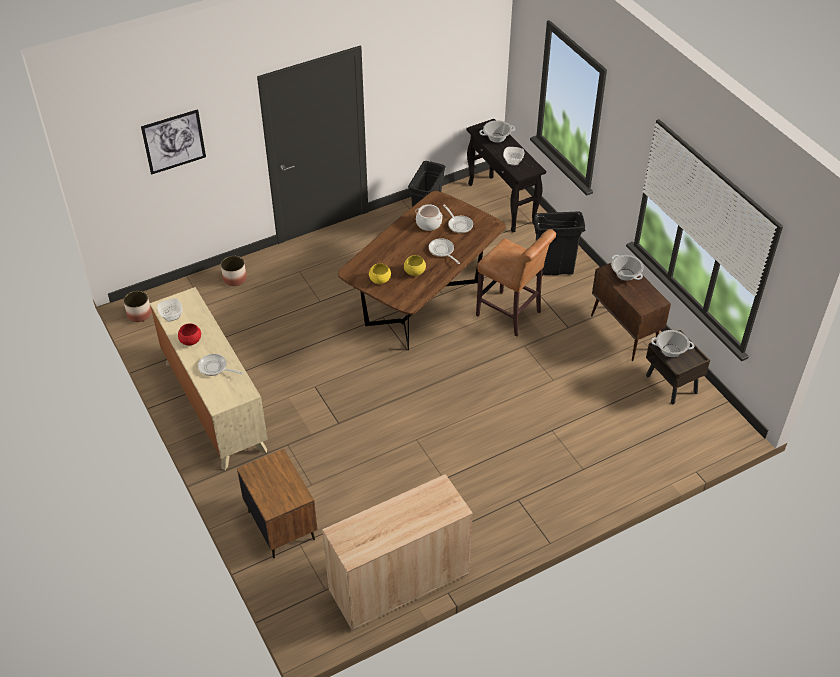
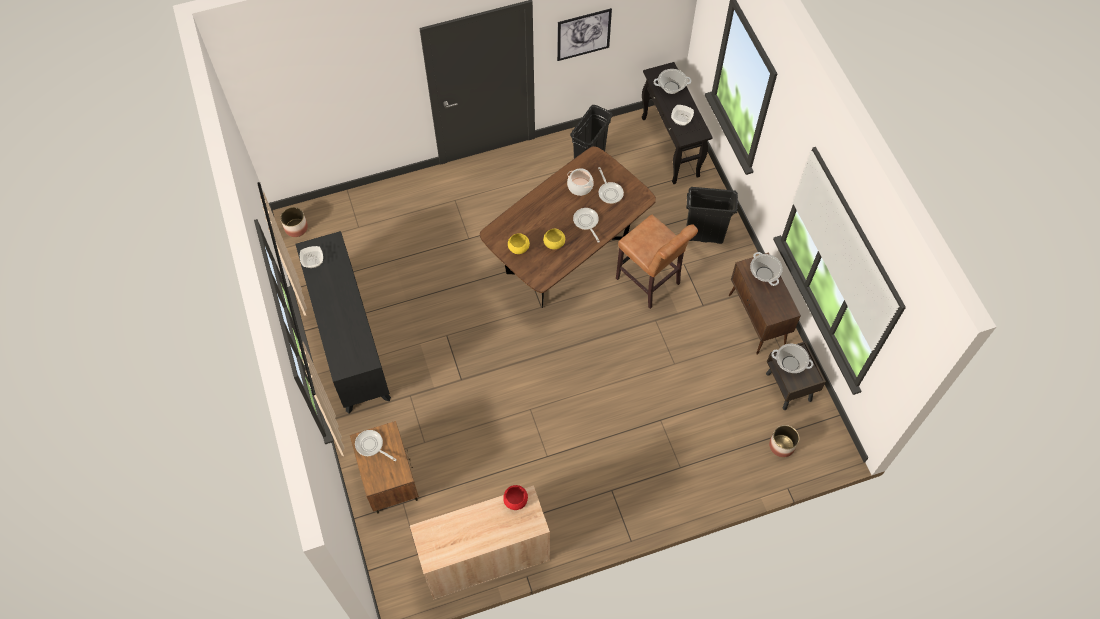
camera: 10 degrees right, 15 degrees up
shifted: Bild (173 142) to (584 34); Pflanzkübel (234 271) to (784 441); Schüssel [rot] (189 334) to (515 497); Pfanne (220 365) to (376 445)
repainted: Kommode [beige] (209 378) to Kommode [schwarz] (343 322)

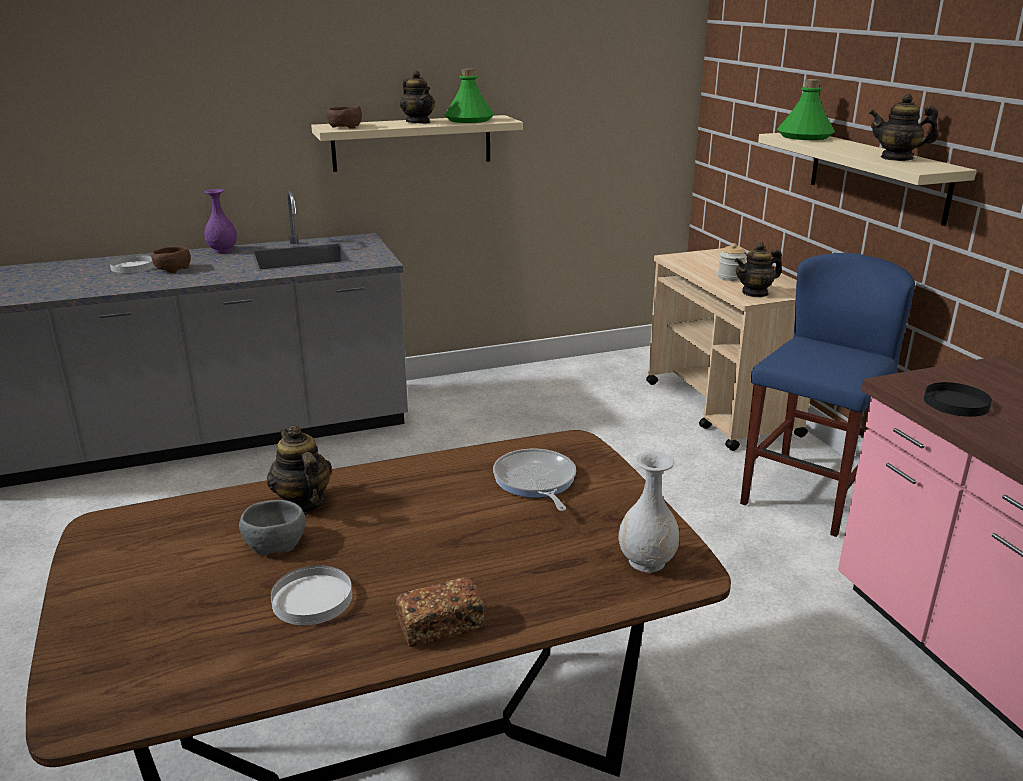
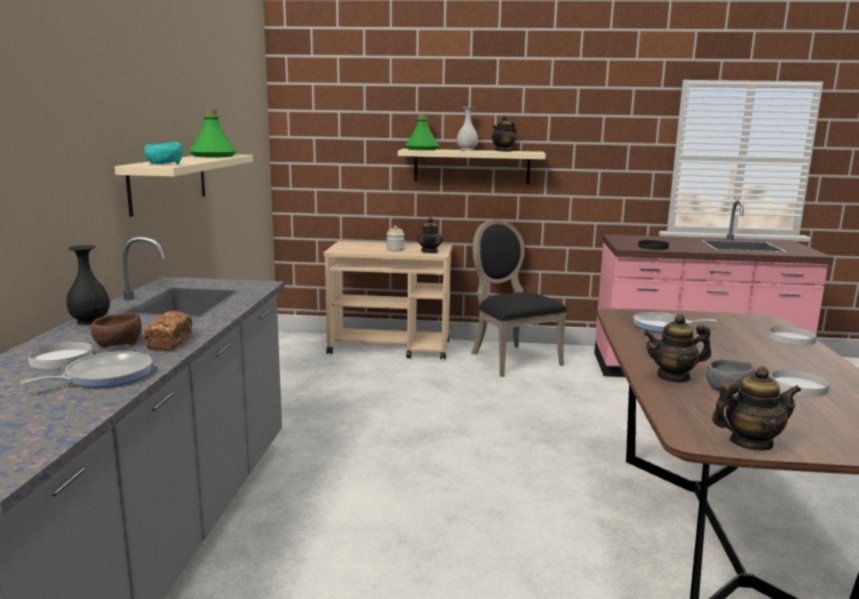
camera: 65 degrees left, 10 degrees down
new: Teller [weiß] (793 336); Pfanne (86 369)
shifted: Teekanne (417 97) to (756 408); Vase [weiß] (649 512) to (467 129); Brot (440 612) to (168 330)
swapped: Hocker [blau] (827 395) to Stuhl [schwarz] (519 298)
repainted: Schüssel [braun] (344 117) to Schüssel [türkis] (163 153); Vase [lila] (220 221) to Vase [schwarz] (88 285)

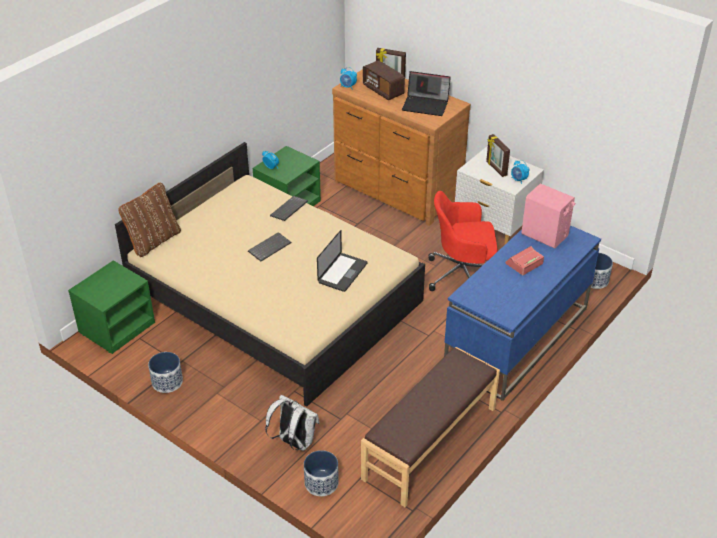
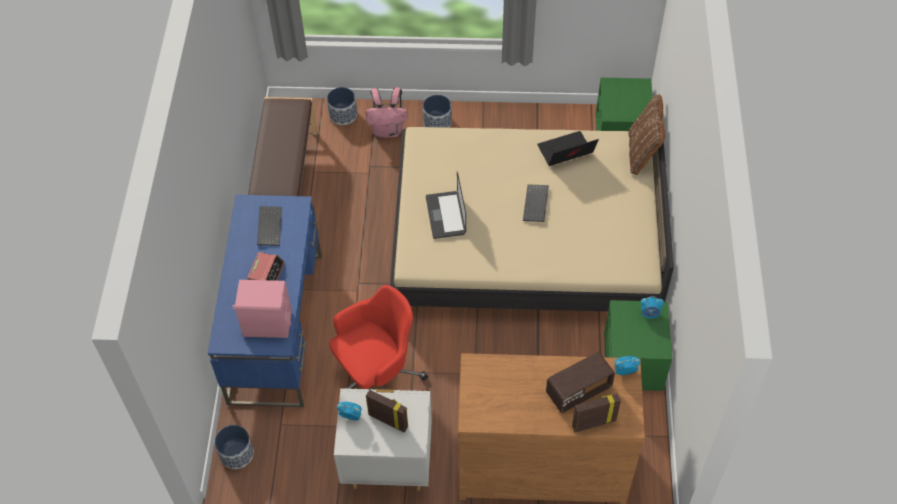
camera: 145 degrees right, 15 degrees up
shifted: Laptop (426 93) to (568 148); Tastatur (289 208) to (269 226); Pflanzkübel (165 372) to (437 111)
repainted: Rucksack [weiß] (292 423) to Rucksack [rosa] (386 112)
rotated: Radio (384 80) = (580 382) 135 degrees clockwise

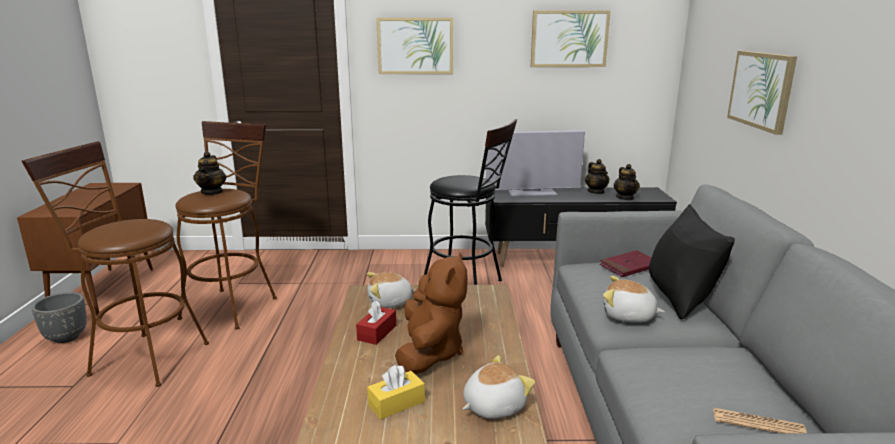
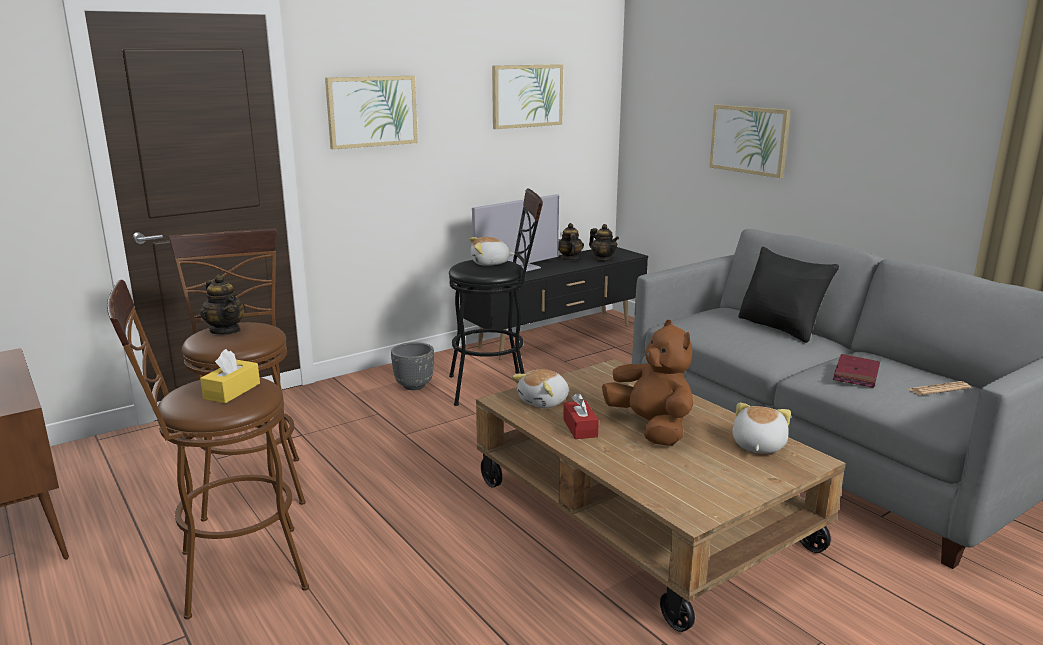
camera: 35 degrees left, 0 degrees up
shifted: Buch [rot] (625 263) to (856 371); Plüschtier (634 299) to (492 251); Pflanzkübel [grau] (59 317) to (412 366); Taschentuchbox [gelb] (396 392) to (230 376)
rotated: Teekanne (597 176) = (571 242) 135 degrees counterclockwise

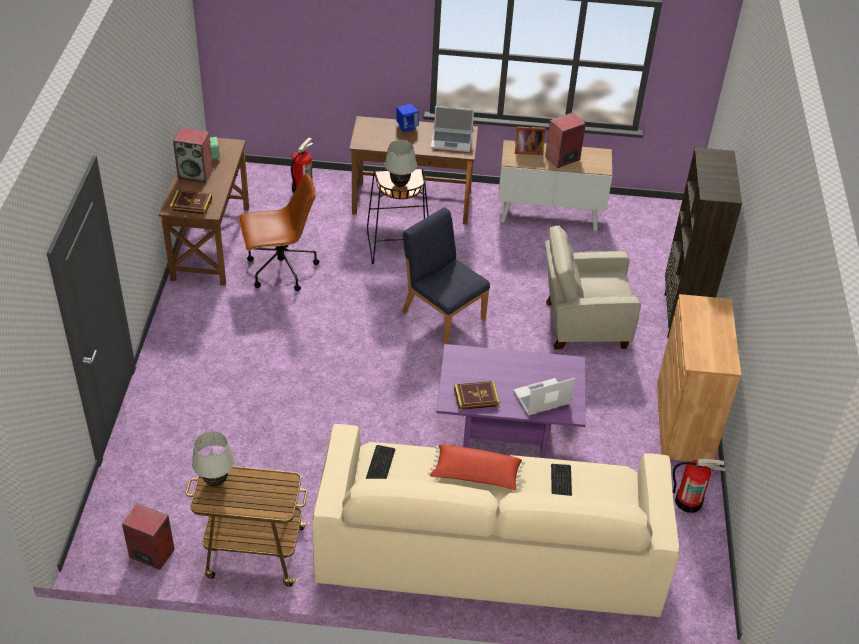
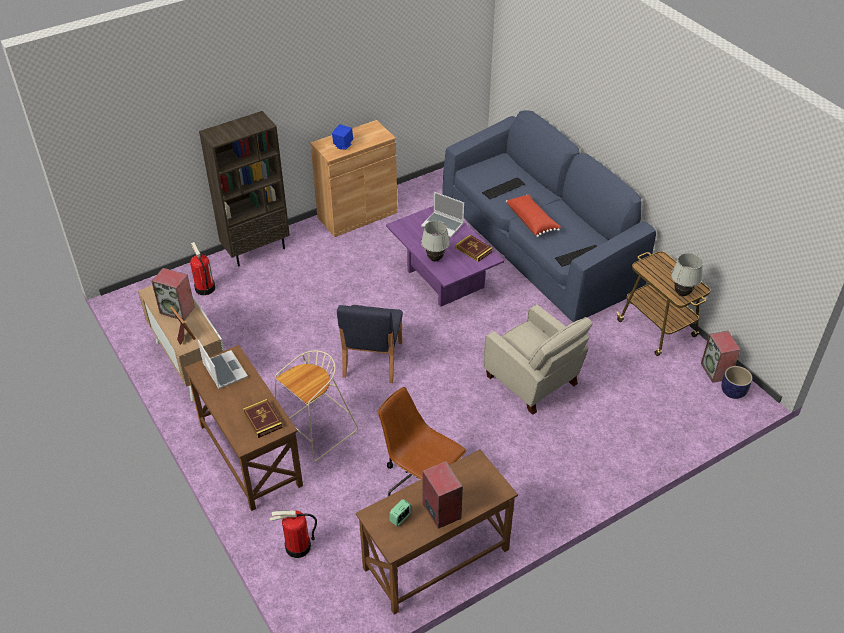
camera: 125 degrees left, 0 degrees up
new: Pflanzkübel (737 382)
shifted: Lautsprecher [blau] (407 118) to (342 137); Tischlampe [weiß] (400 163) to (435 241); Buch (191 202) to (263 418); Sessel [beige] (593 287) to (538 359); Feuerlöscher (699 486) to (202 268)
repainted: Hocker [schwarz] (398 216) to Hocker [beige] (316 405); Sofa [beige] (495 520) to Sofa [blau] (549 216)

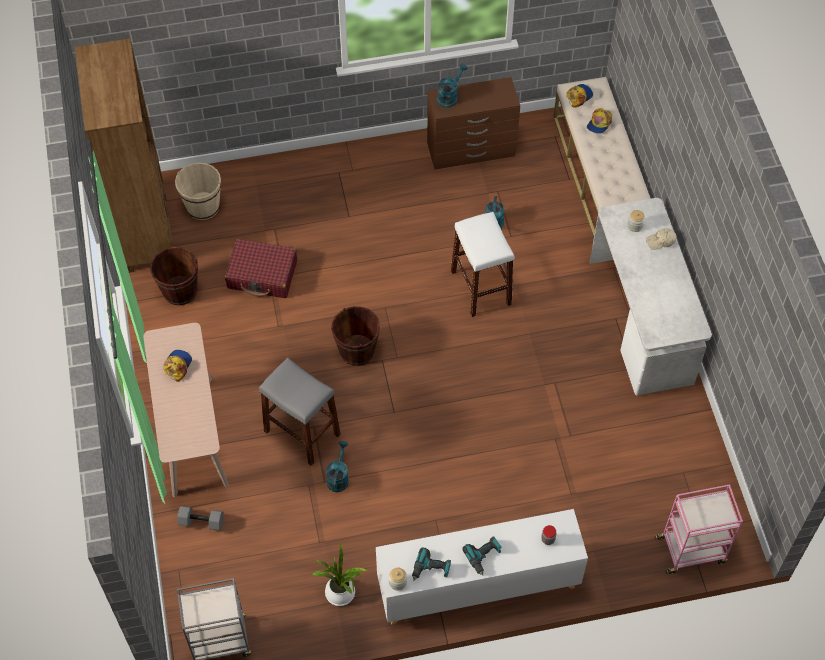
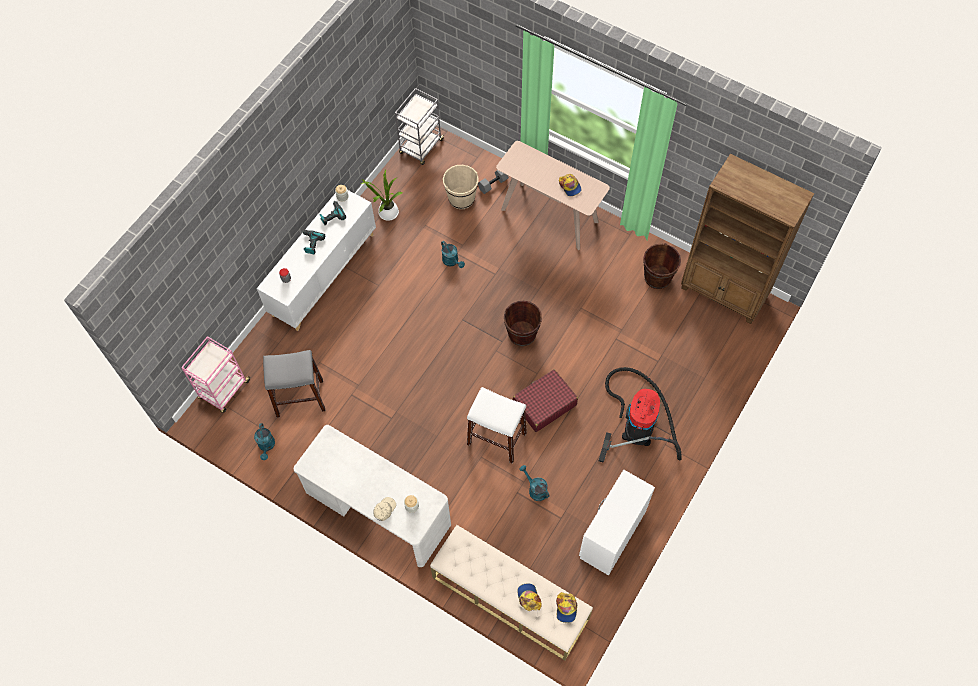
camera: 135 degrees right, 5 degrees up
new: Staubsauger (640 415)
shifted: Gießkanne [türkis] (452 86) to (264 441); Eimer [beige] (198 191) to (461 187); Koffer [rot] (261 268) to (545 400); Hocker [grau] (300 412) to (294 383)
repainted: Kommode [braun] (473 123) to Kommode [weiß] (617 522)

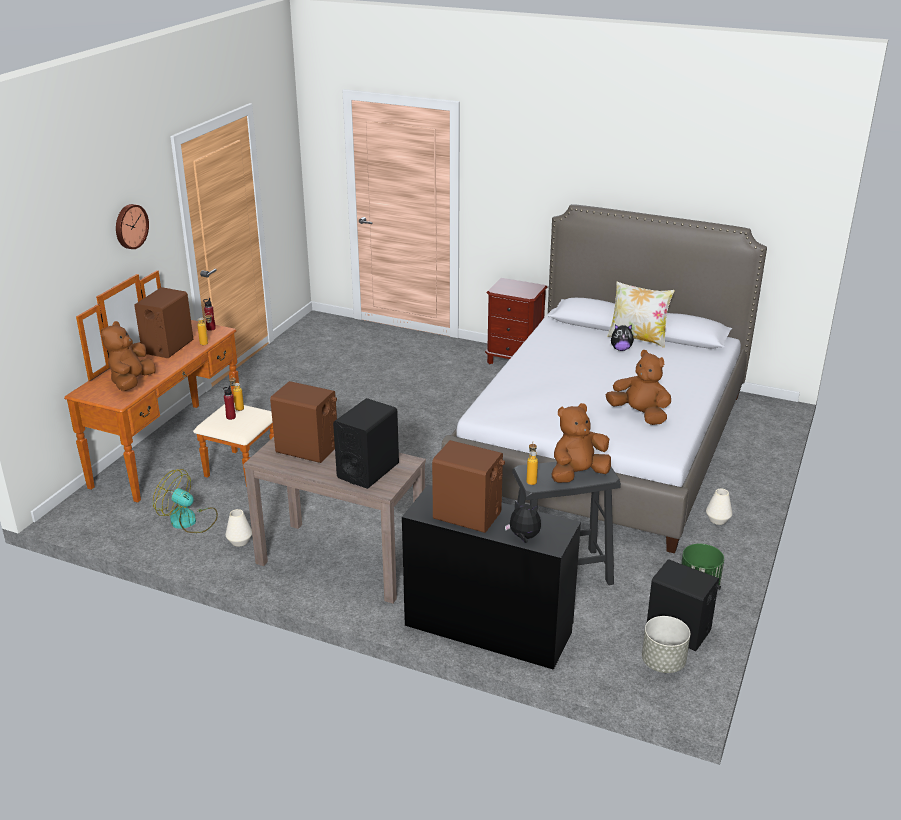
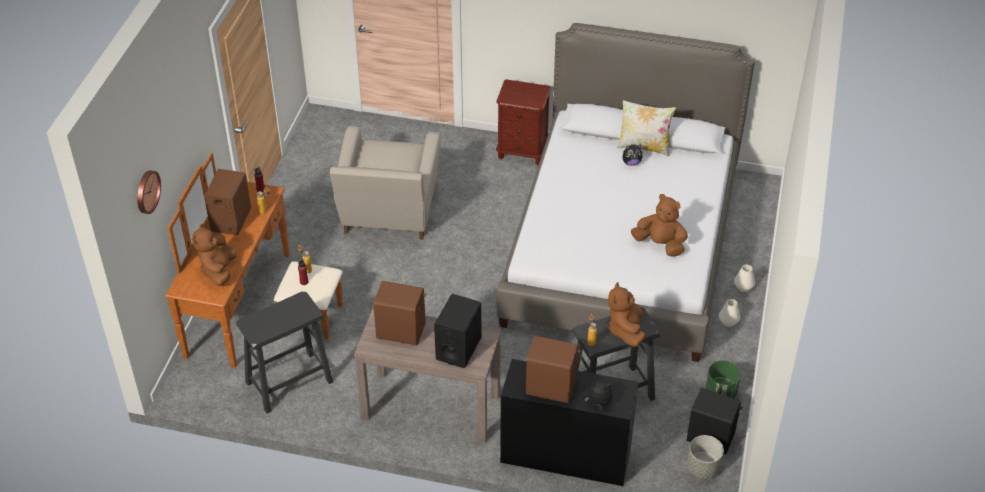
camera: 10 degrees left, 15 degrees up
new: Sessel [beige] (385 182)
shifted: Wanduhr (132 226) to (149 192); Vase [weiß] (238 528) to (744 278)
swapped: Ventilator (185 501) to Hocker [schwarz] (284 352)
rotated: Plüschtier [braun] (581 443) = (626 314) 45 degrees counterclockwise

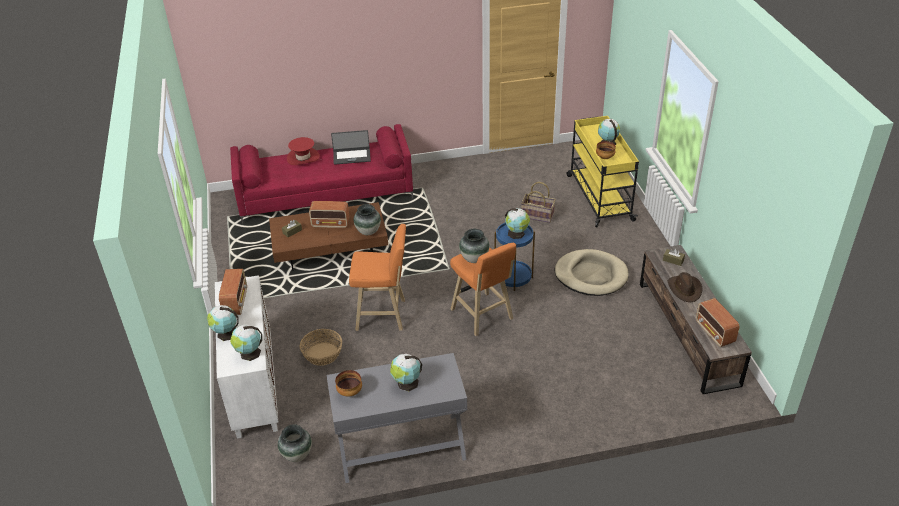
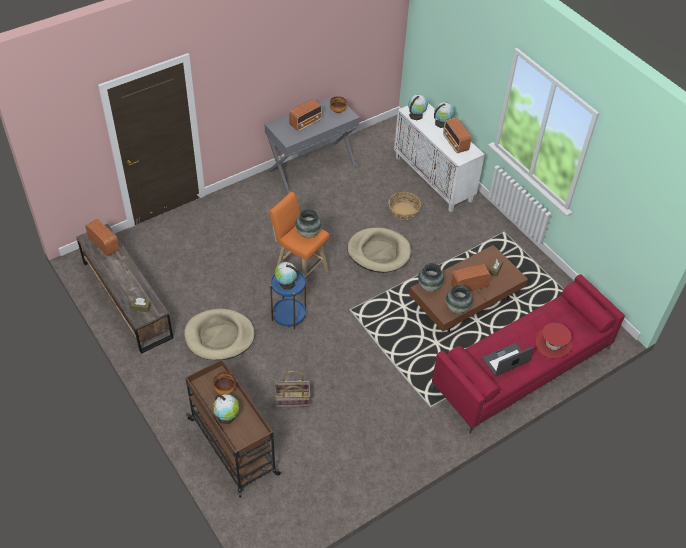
camera: 155 degrees right, 10 degrees up
gone: Hut [braun] (685 287)
shifted: Vase (295 443) to (459 299)
swapped: Hocker [orange] (377 277) to Hundebett [beige] (379 250); Globus (406 372) to Radio (305 115)
repainted: Rollwagen [gelb] (602 171) to Rollwagen [braun] (233 428)

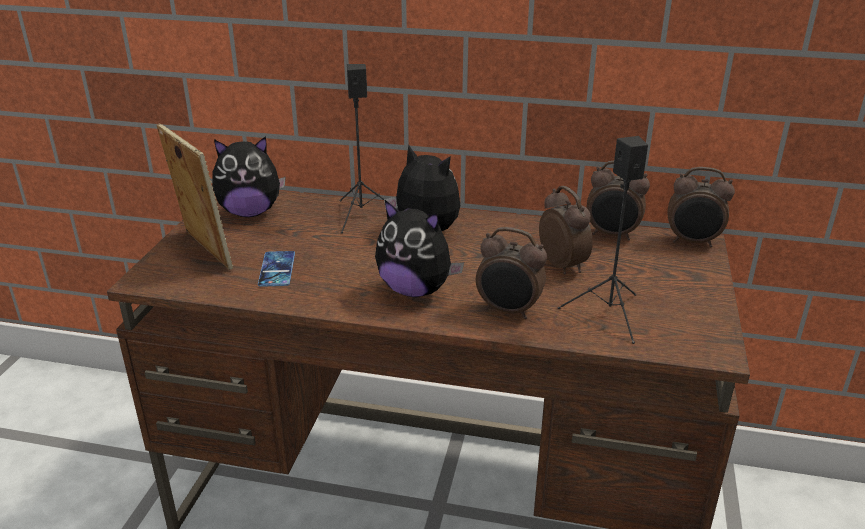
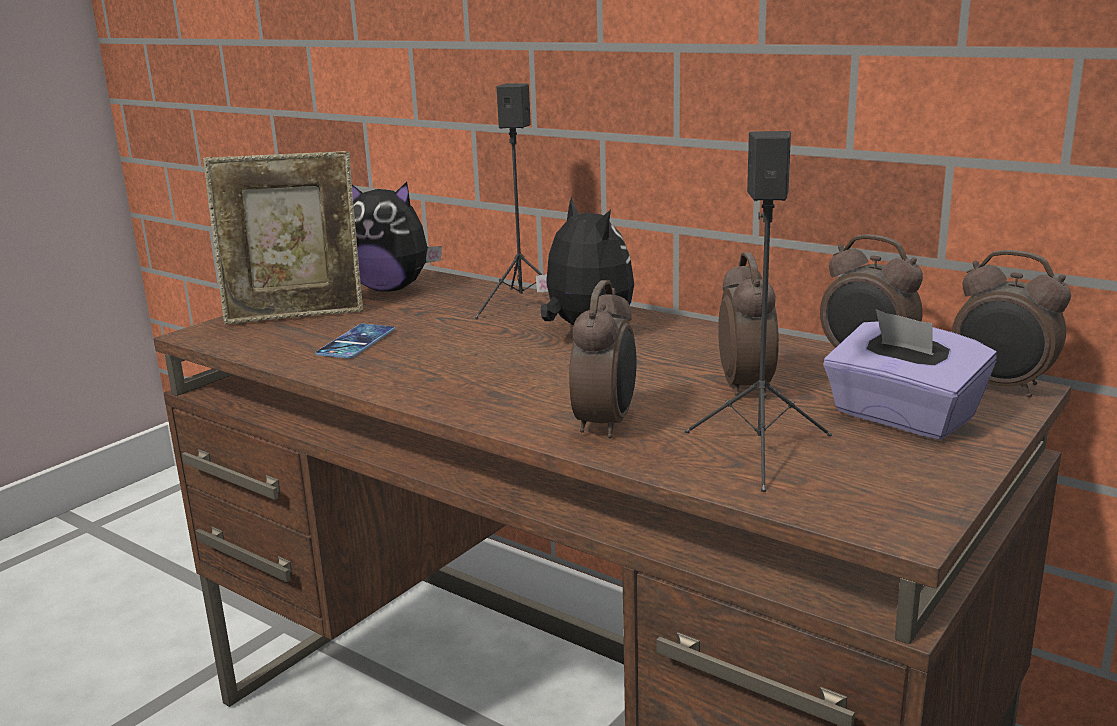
camera: 25 degrees right, 10 degrees down
gone: Plüschtier (419 248)
new: Taschentuchbox [lila] (910 374)
rotated: Bilderrahmen (194 196) = (283 237) 90 degrees clockwise; Wecker (511 273) = (603 359) 120 degrees counterclockwise

